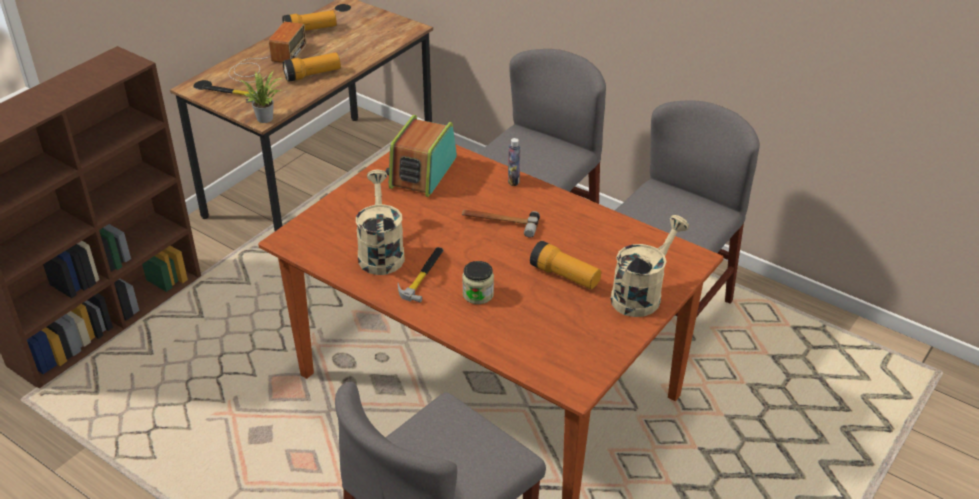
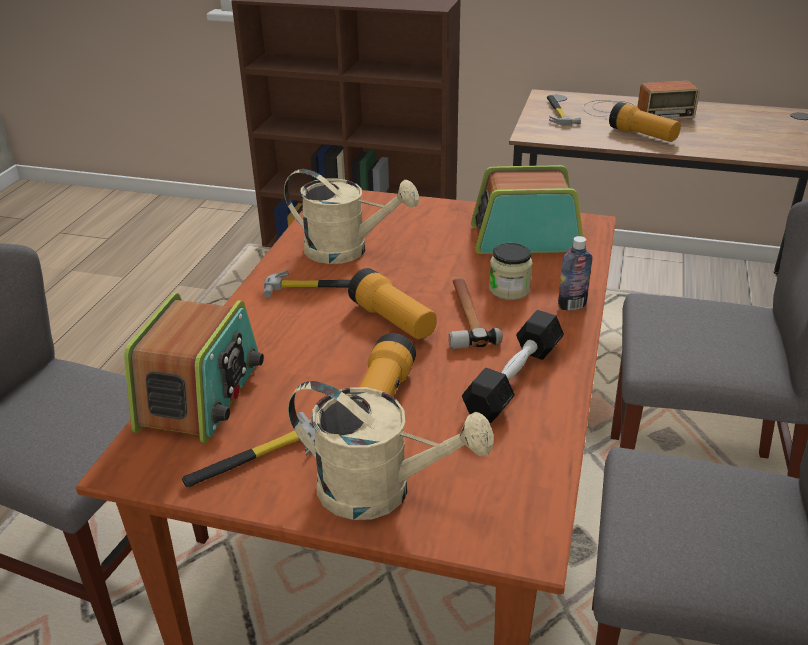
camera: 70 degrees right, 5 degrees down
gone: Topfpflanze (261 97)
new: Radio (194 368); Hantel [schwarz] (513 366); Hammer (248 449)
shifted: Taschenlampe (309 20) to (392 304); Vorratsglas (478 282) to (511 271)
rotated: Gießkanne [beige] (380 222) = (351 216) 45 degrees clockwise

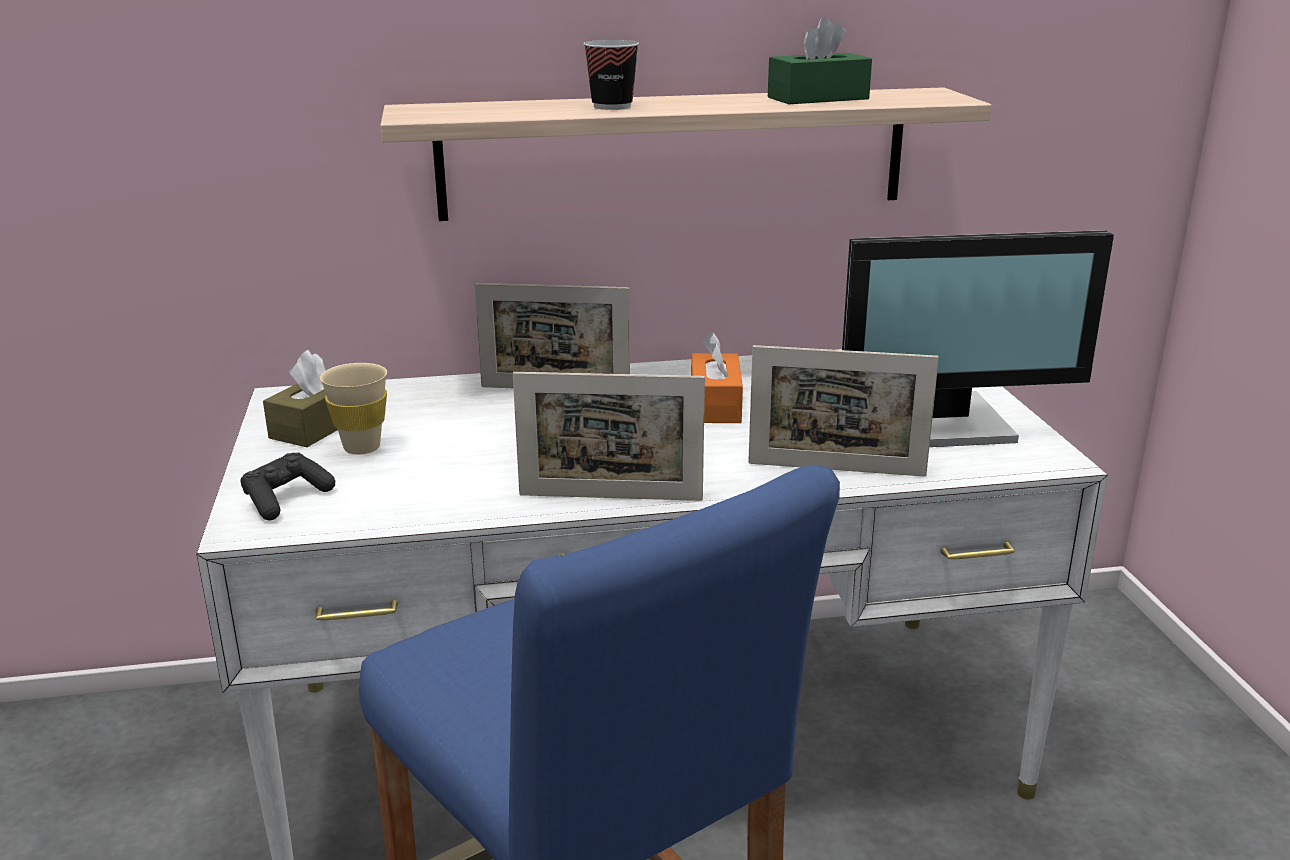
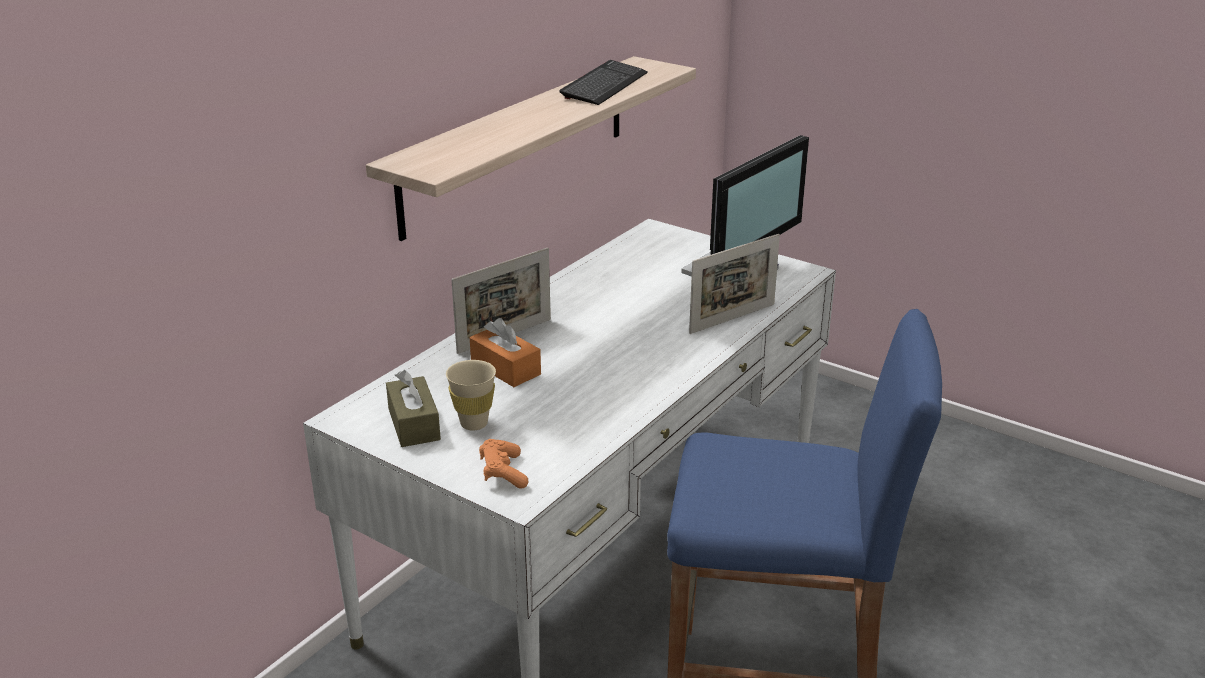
camera: 45 degrees left, 5 degrees up
gone: Tasse (611 75); Bilderrahmen (609 436)
shifted: Taschentuchbox [orange] (717 377) to (505 352)
swapped: Taschentuchbox [grün] (820 60) to Tastatur (603 82)
repainted: Gamepad [schwarz] (288 486) to Gamepad [orange] (503 464)

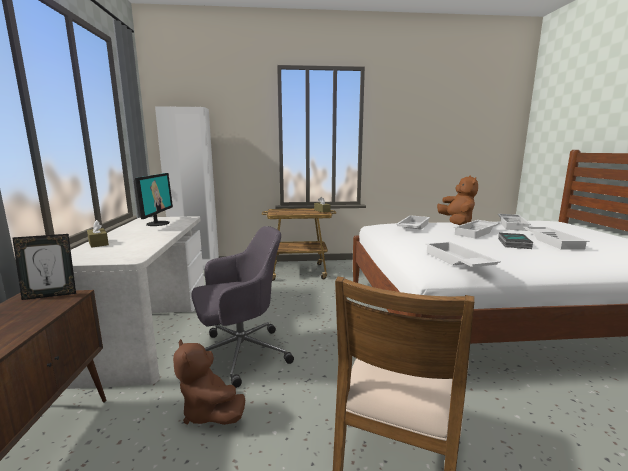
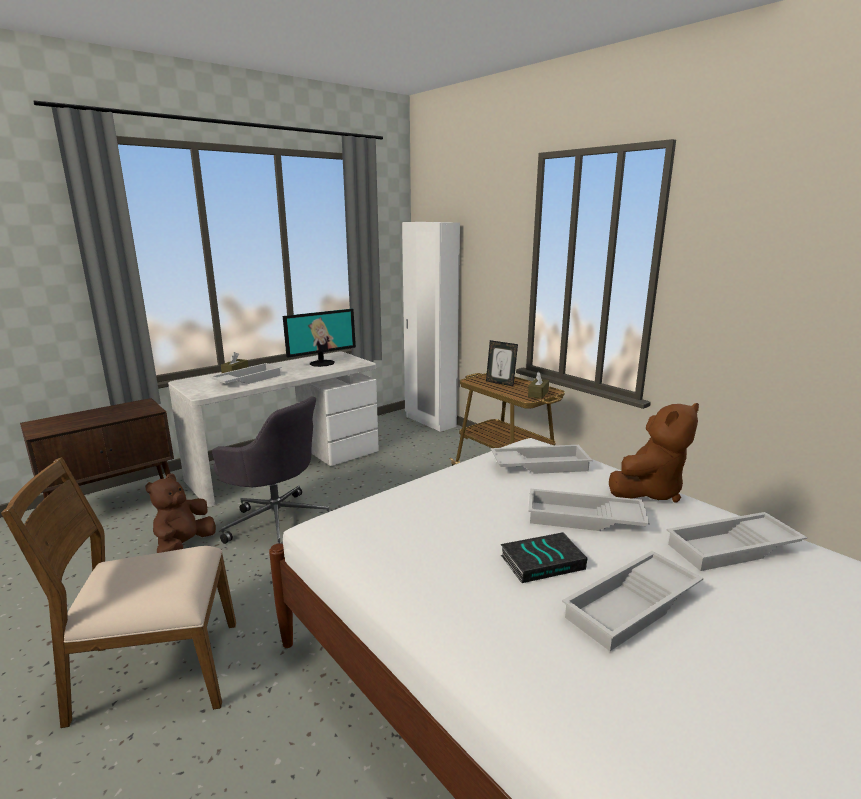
camera: 55 degrees right, 5 degrees up
shifted: Bilderrahmen (44 267) to (502 363); Tablett [weiß] (463 254) to (246 373)

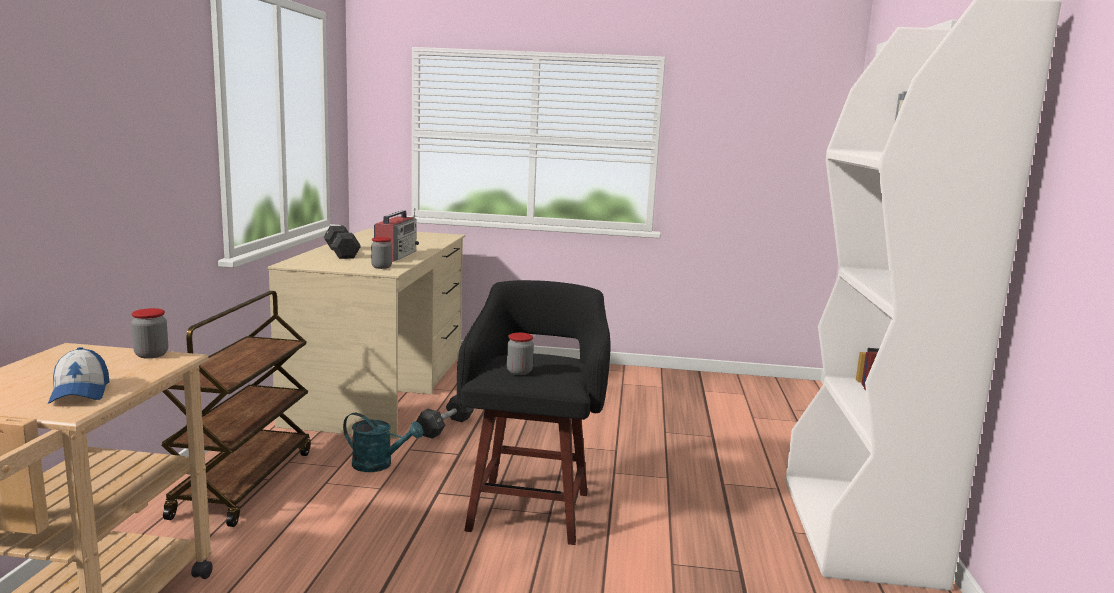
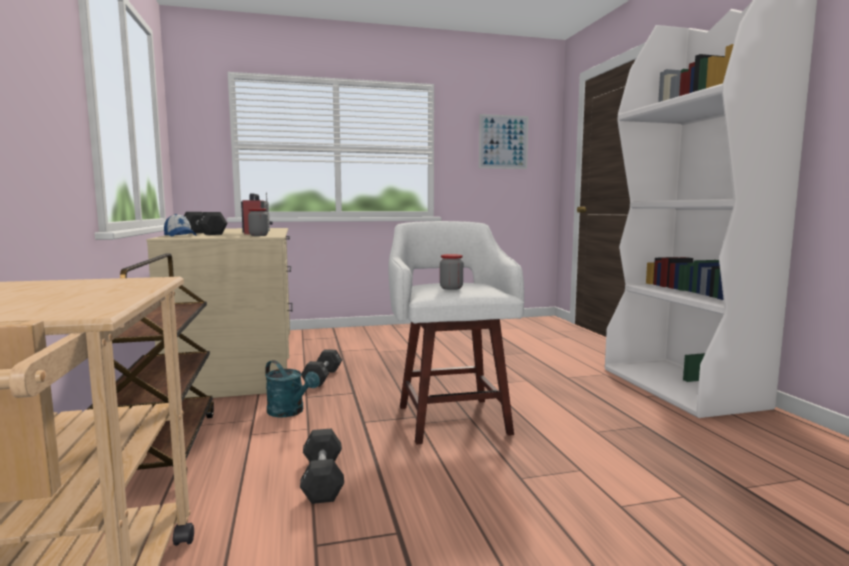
camera: 20 degrees left, 5 degrees down
gone: Vorratsglas (149 333)
new: Bild (504 141); Hantel [schwarz] (322 466)
shifted: Kappe (78 375) to (180 225)
repainted: Hocker [schwarz] (534 412) to Hocker [weiß] (456 332)
rotated: Gießkanne [türkis] (383 442) = (292 388) 45 degrees clockwise

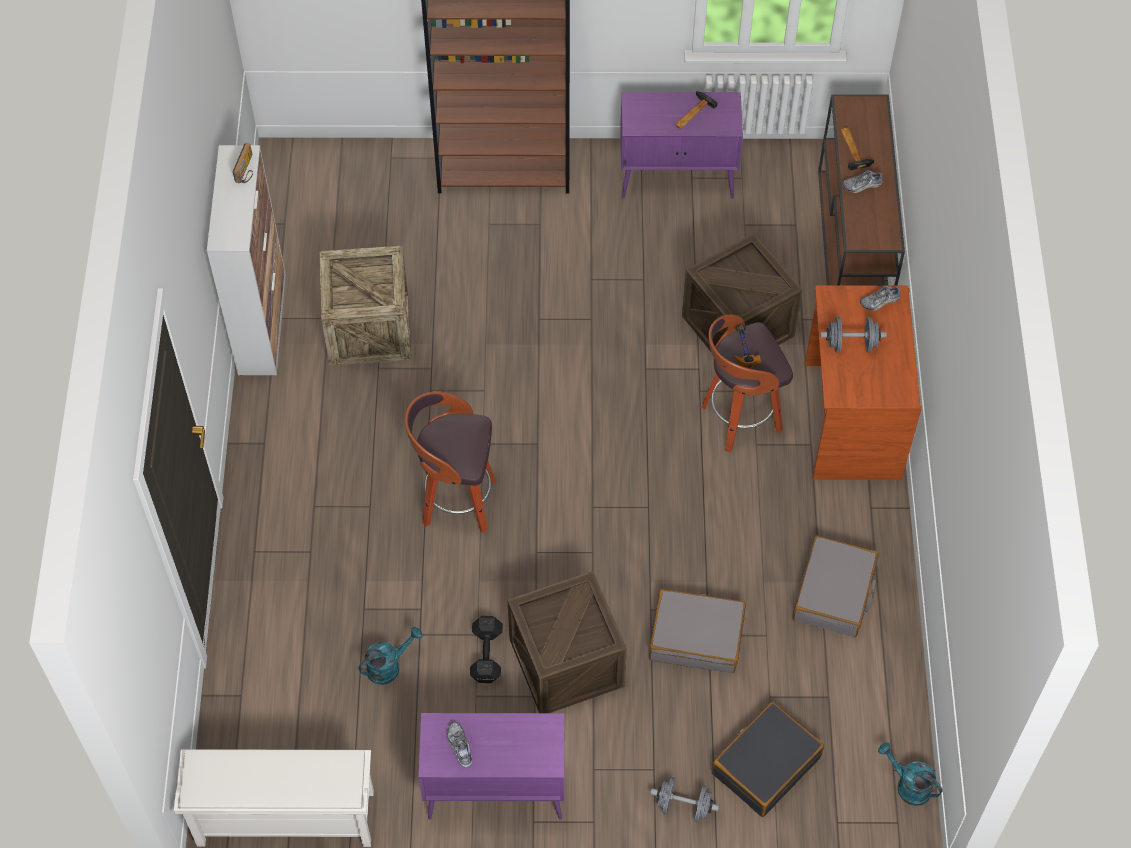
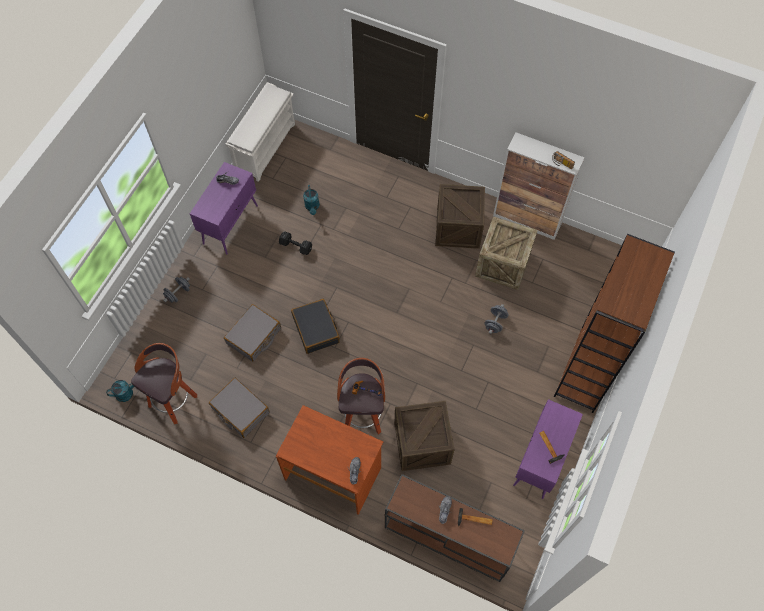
camera: 115 degrees right, 5 degrees up
shifted: Hantel [grau] (853 334) to (496 319); Hocker (450 462) to (164 383); Kiste (567 642) to (460 216); Koffer [schwarz] (768 759) to (315 326)

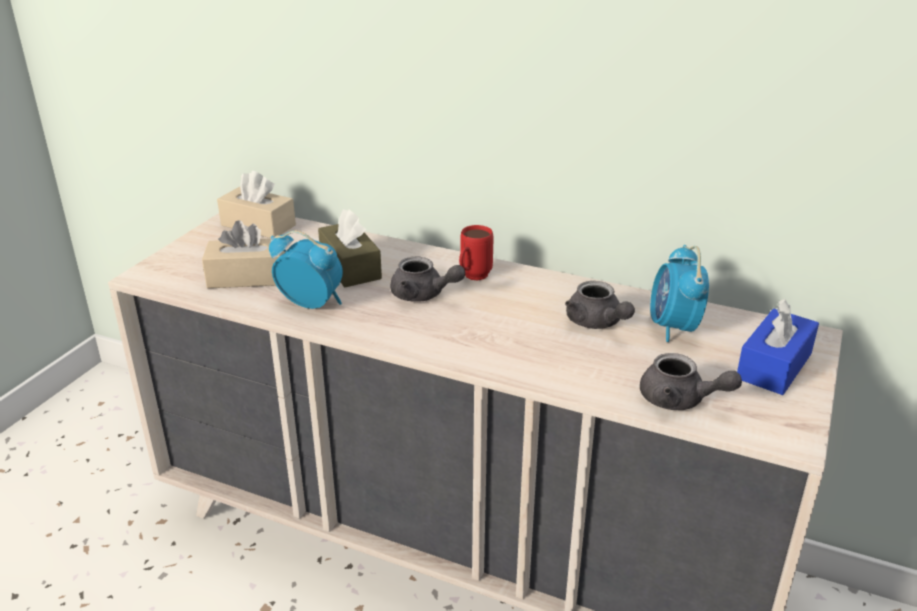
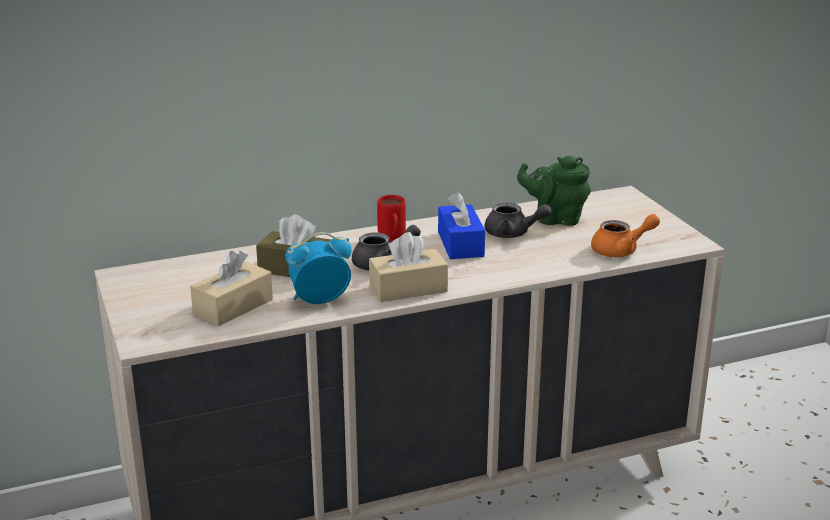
camera: 45 degrees left, 5 degrees down
shifted: Taschentuchbox [beige] (256 204) to (408 267); Taschentuchbox [blau] (778 347) to (461 225)
swapped: Wecker (679 293) to Teekanne [grün] (554 191)
repainted: Teekanne [grau] (691 381) to Teekanne [orange] (625 235)

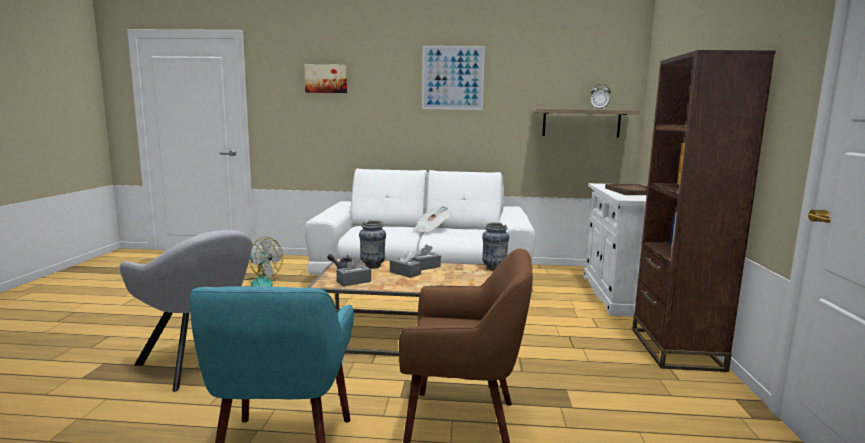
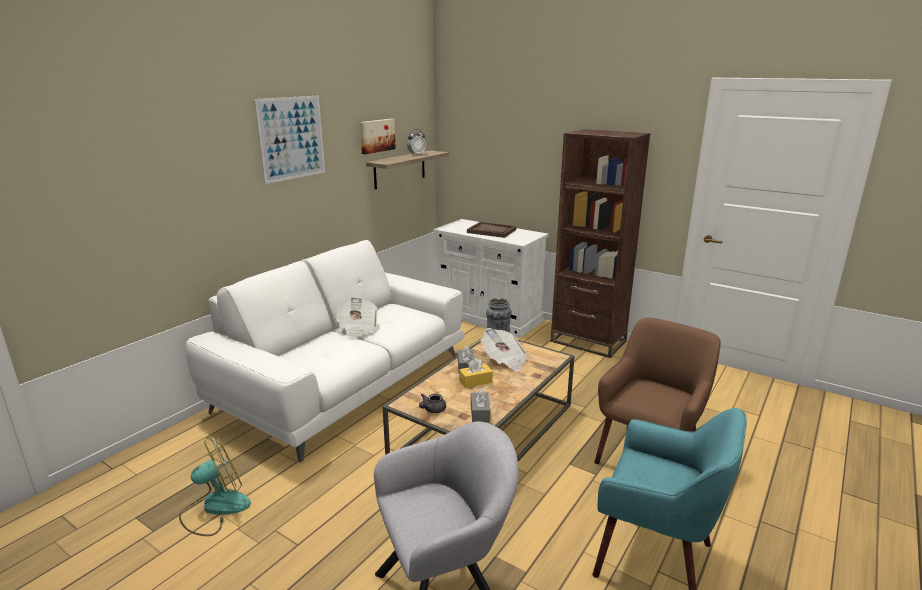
camera: 60 degrees left, 10 degrees up
gone: Vase (372 244)
new: Zeitung (505 350)
shifted: Bild (326 78) to (378 136)
repainted: Taschentuchbox [grau] (405 263) to Taschentuchbox [gelb] (476 373)

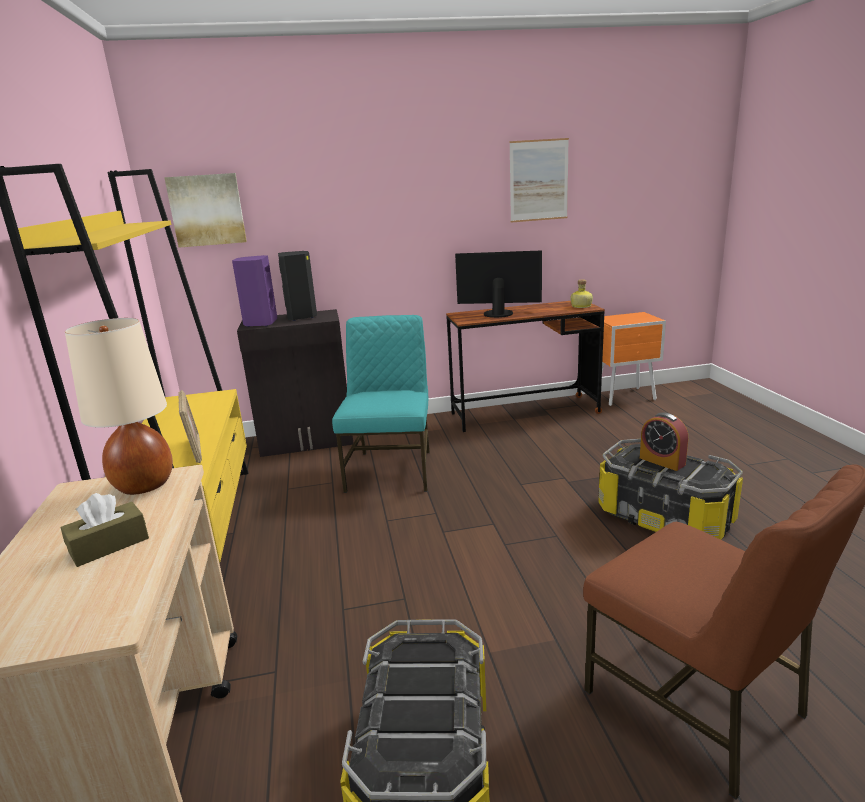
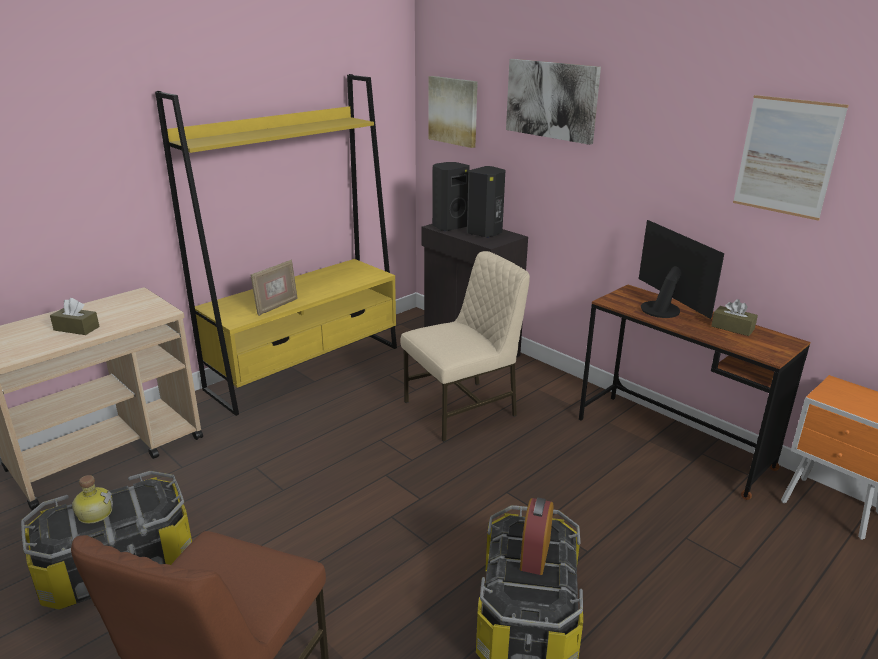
camera: 55 degrees right, 5 degrees up
gone: Tischlampe [beige] (119 406)
new: Bild (553 102); Taschentuchbox [braun] (734 317)
shifted: Flasche (582 294) to (92 499)
repainted: Lautsprecher [lila] (254 291) to Lautsprecher [schwarz] (451 196); Stuhl [türkis] (381 404) to Stuhl [beige] (465 346)

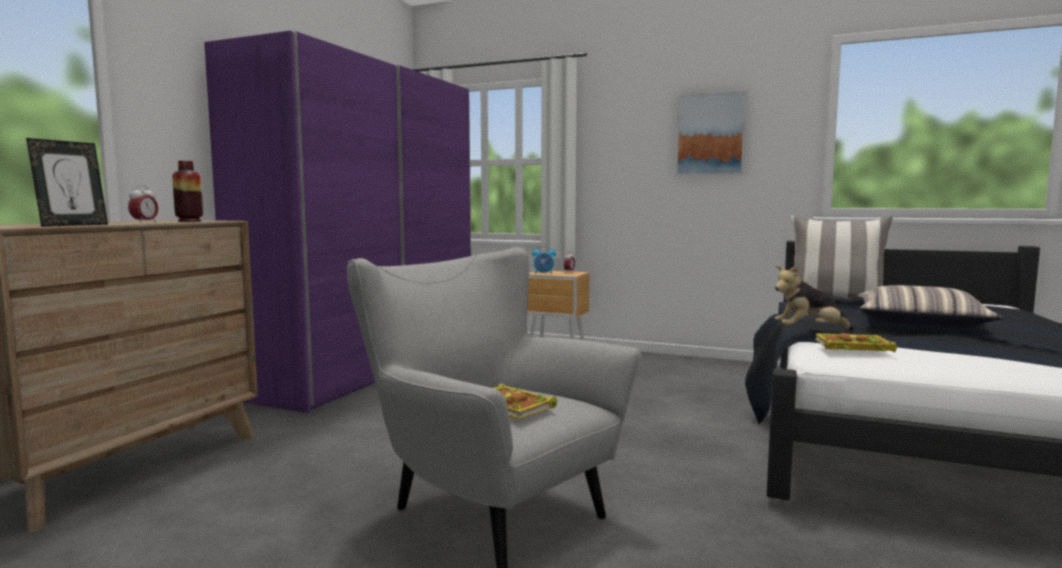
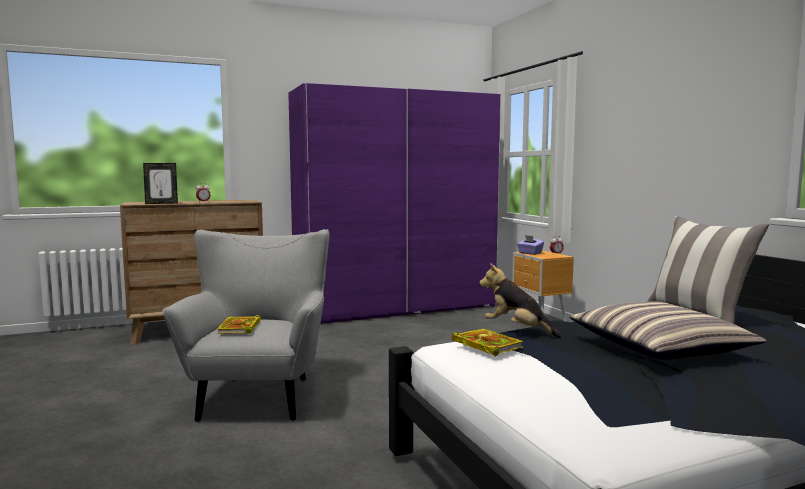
camera: 45 degrees right, 0 degrees up
gone: Bild (711 133); Vase (187 191)
swapped: Wecker (544 260) to Taschentuchbox [lila] (530 245)

